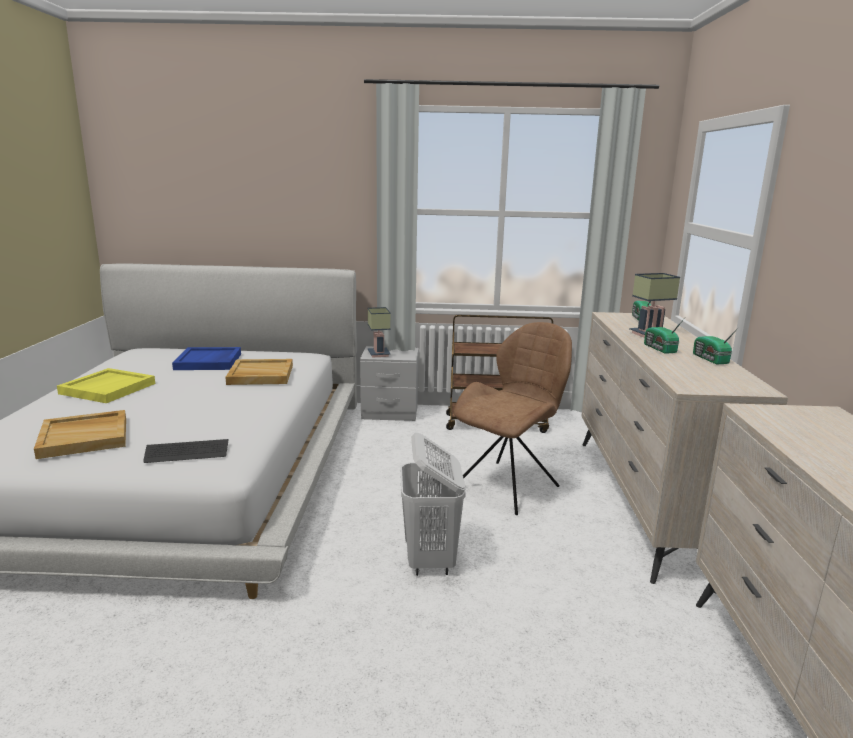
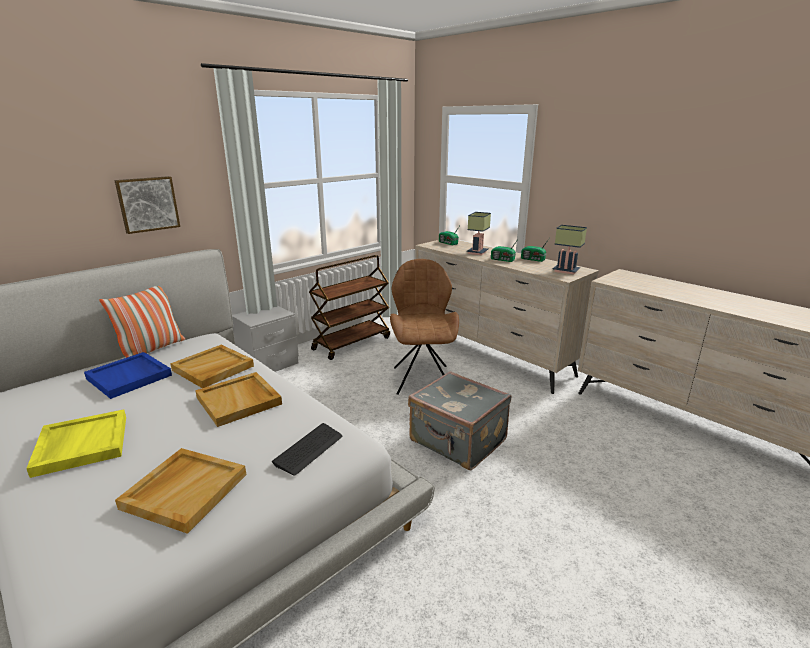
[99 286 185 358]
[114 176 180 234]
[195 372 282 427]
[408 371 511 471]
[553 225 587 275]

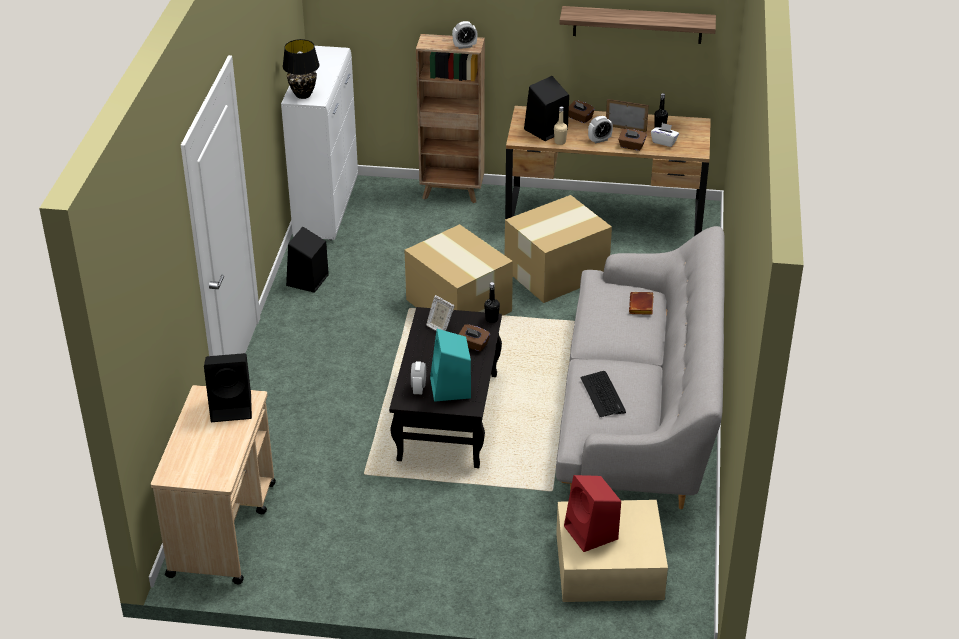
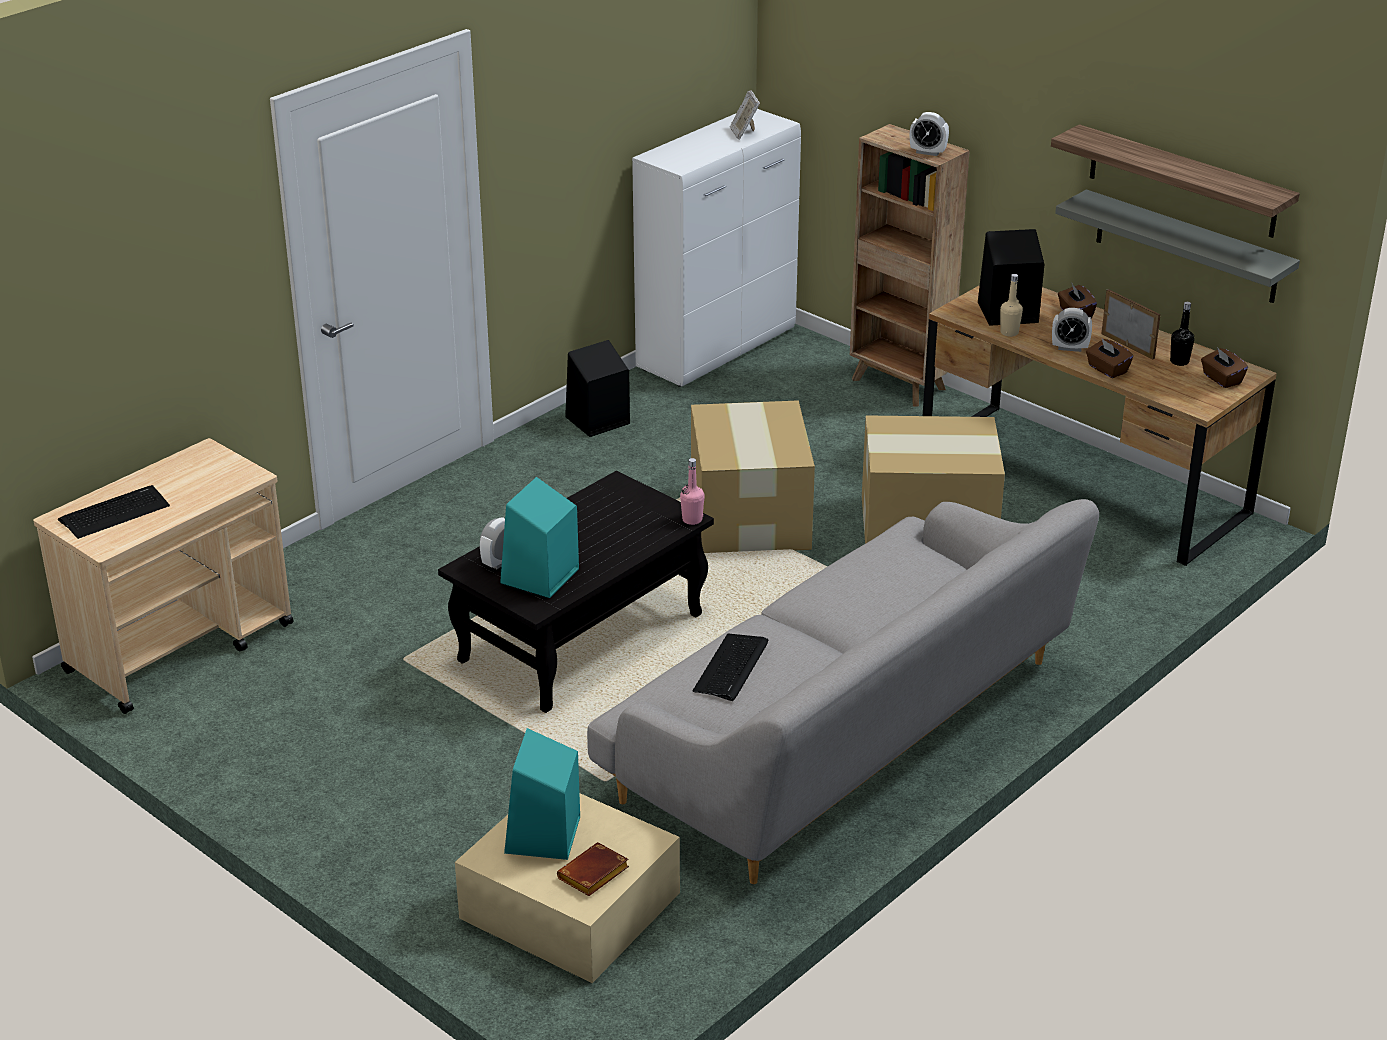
[58 485 170 539]
[504 728 580 860]
[557 842 629 896]
[680 458 705 525]
[730 90 760 140]
[1055 189 1300 303]
[1201 347 1248 388]
[204 353 252 422] (first image)
[283 39 319 99] (first image)
[651 123 679 147] (first image)

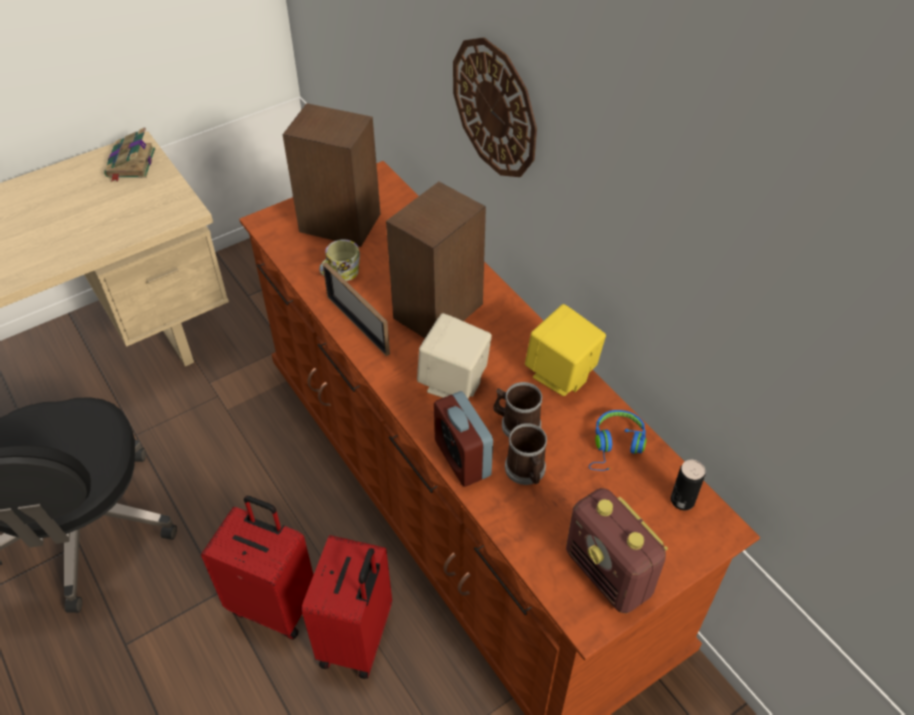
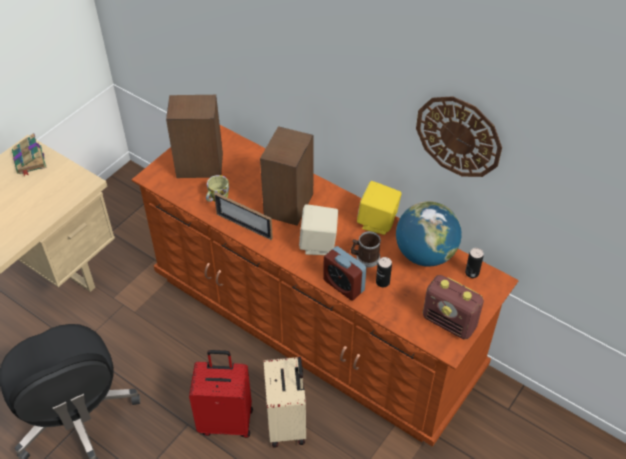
[264 357 306 448]
[376 257 392 287]
[396 201 462 267]
[416 96 502 177]

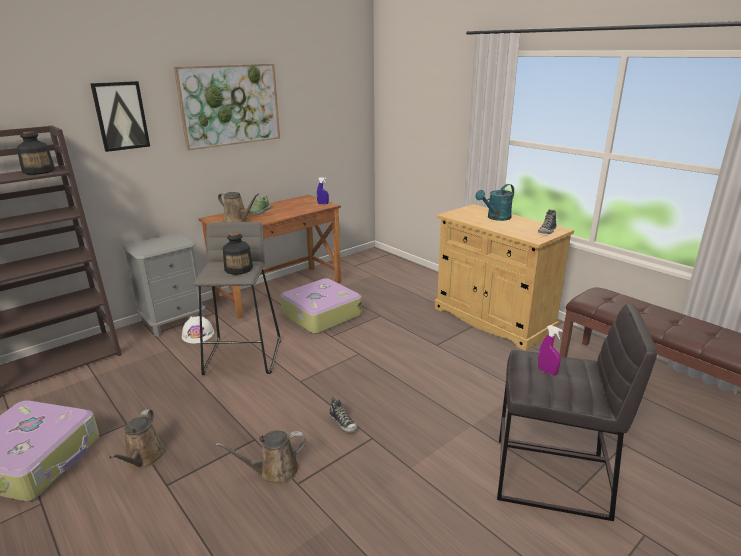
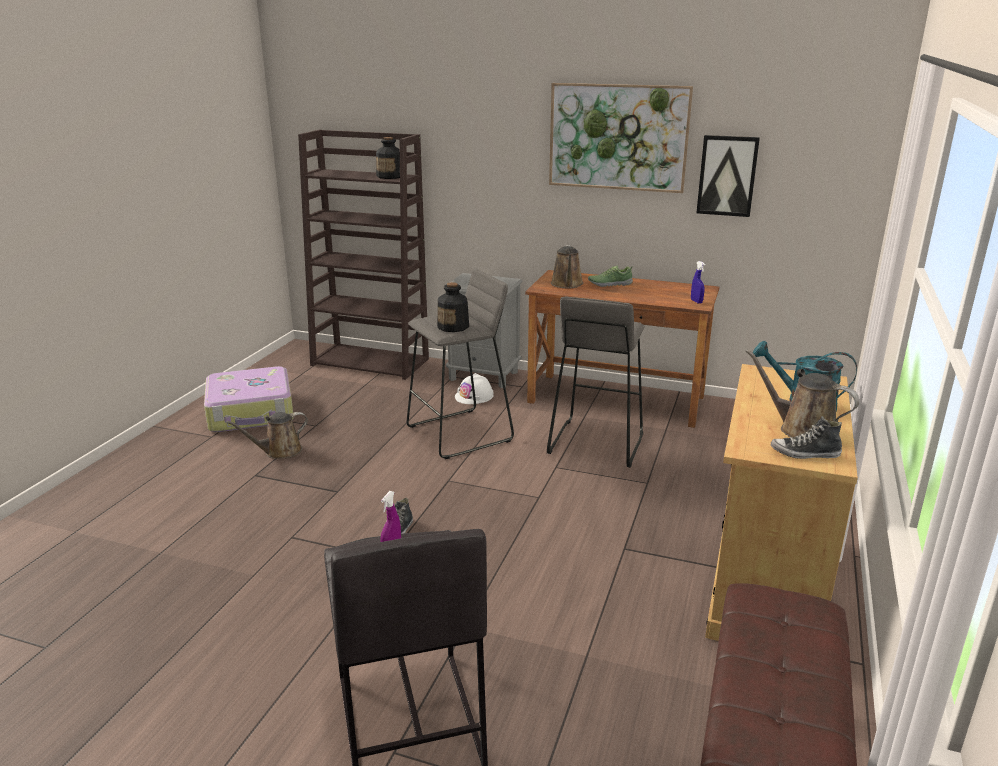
[547 296 645 467]
[696 135 760 217]
[746 349 859 437]

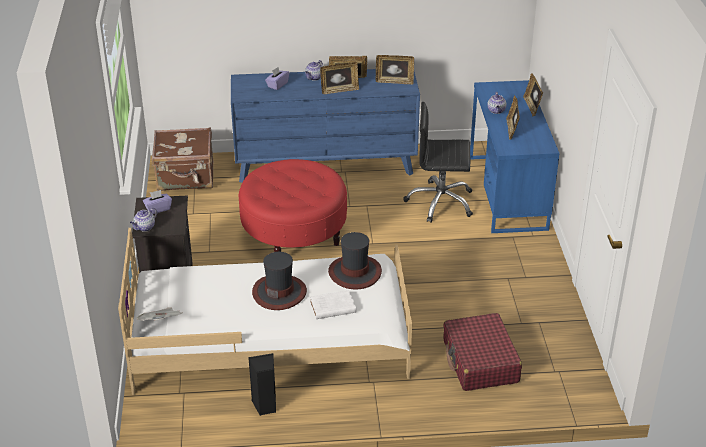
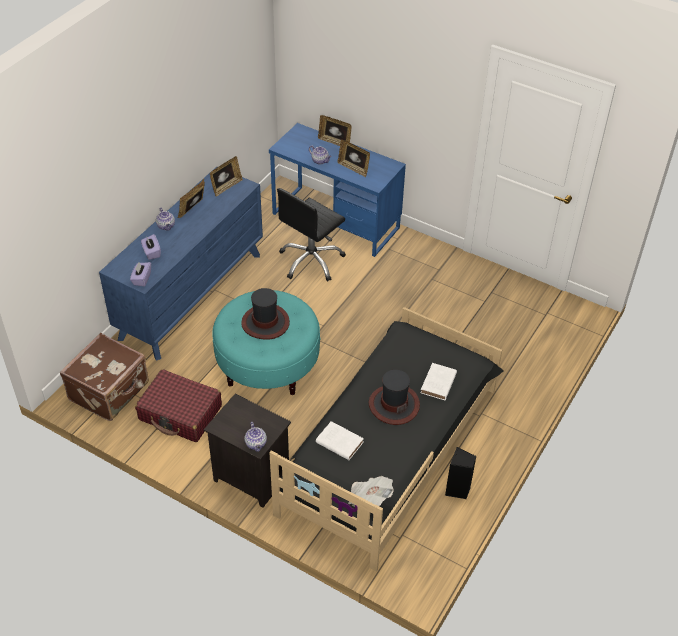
[130 262 151 287]
[135 369 222 442]
[212 290 321 395]
[241 288 290 340]
[269 307 504 572]
[316 421 364 460]
[320 62 359 94] (first image)

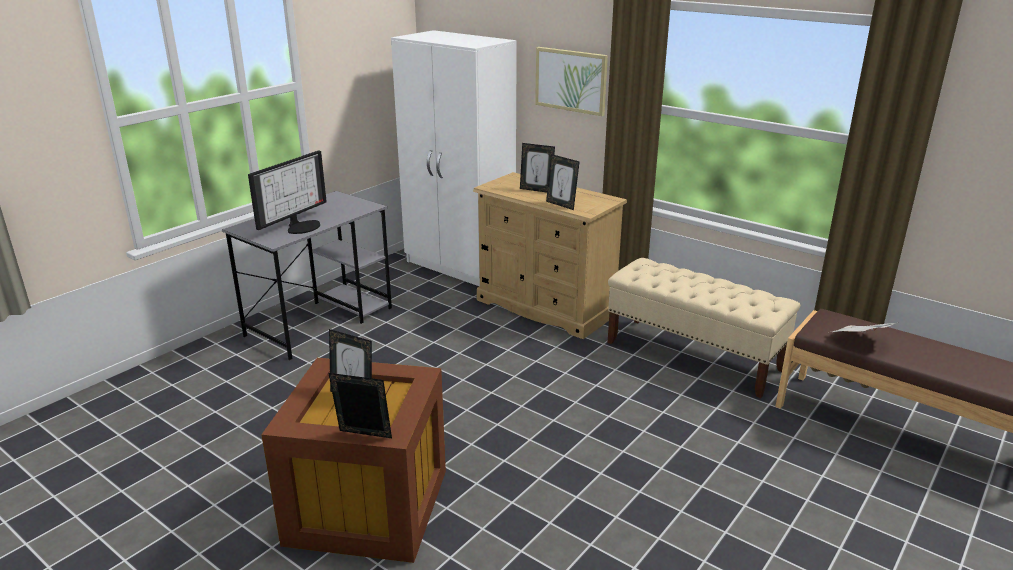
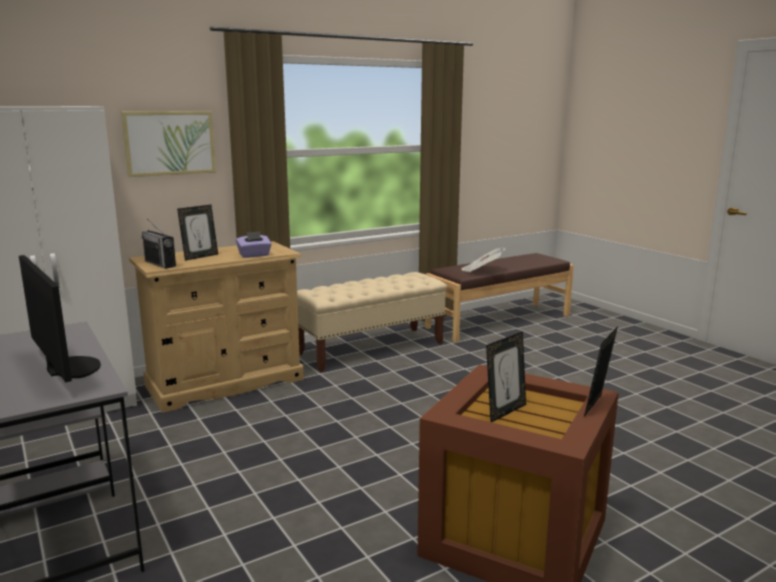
[142 219 176 269]
[236 231 272 258]

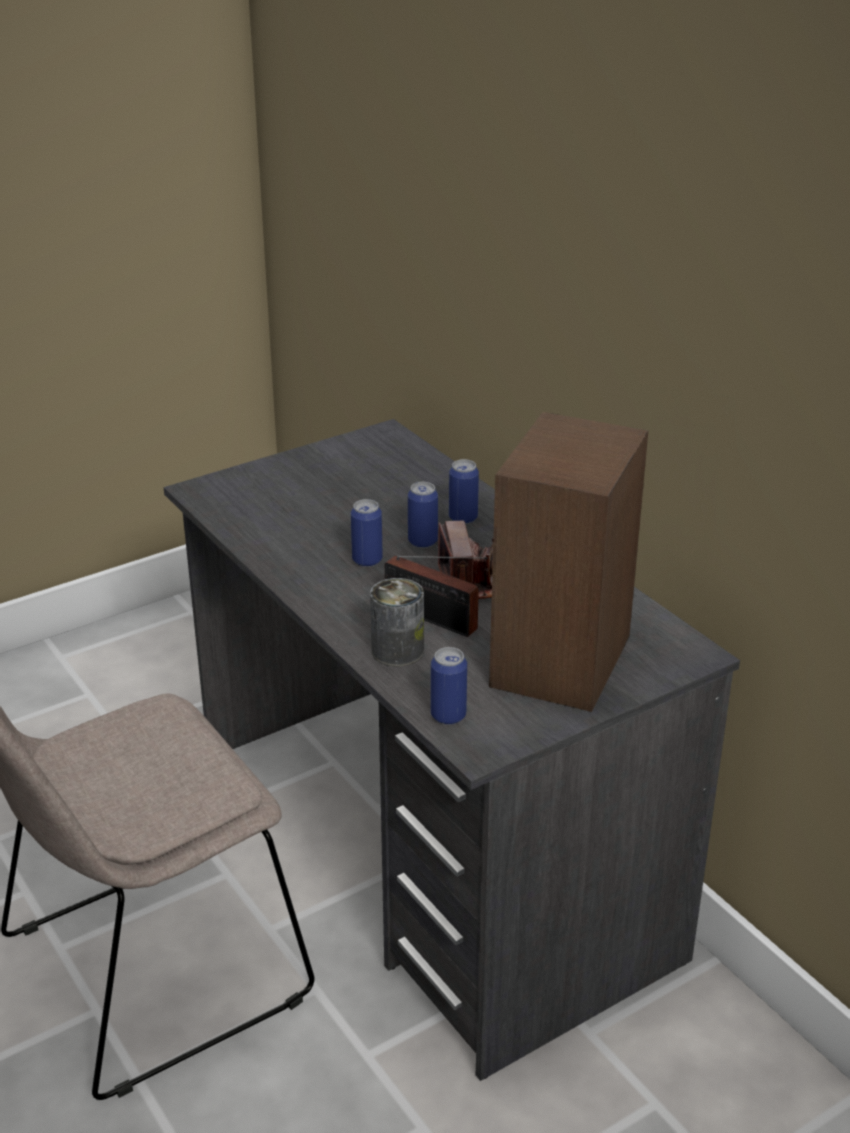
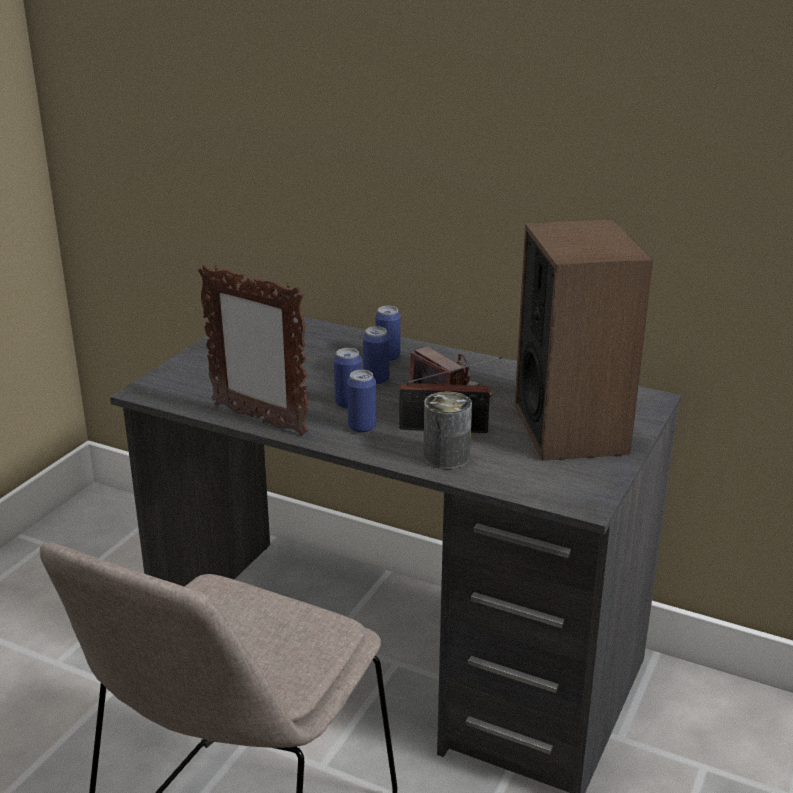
[198 264 309 436]
[347 370 376 433]

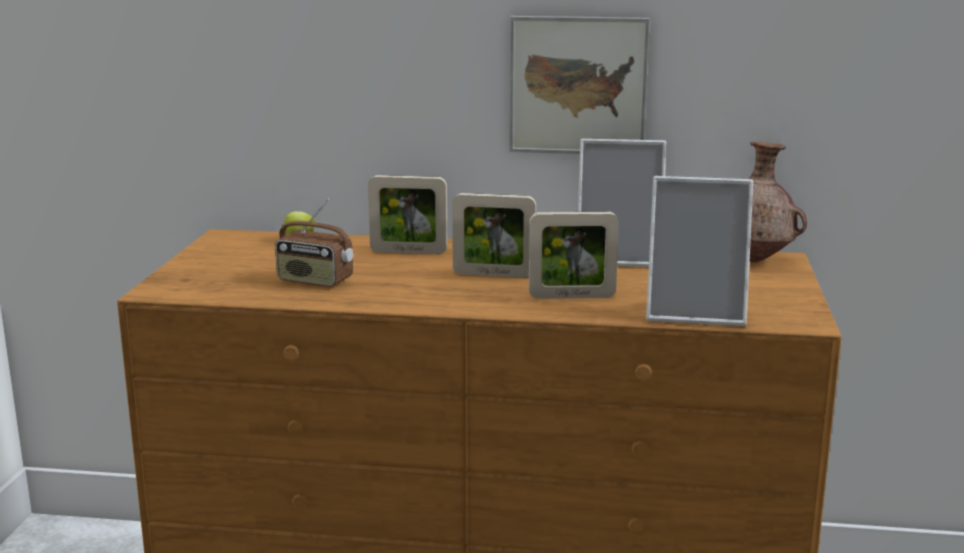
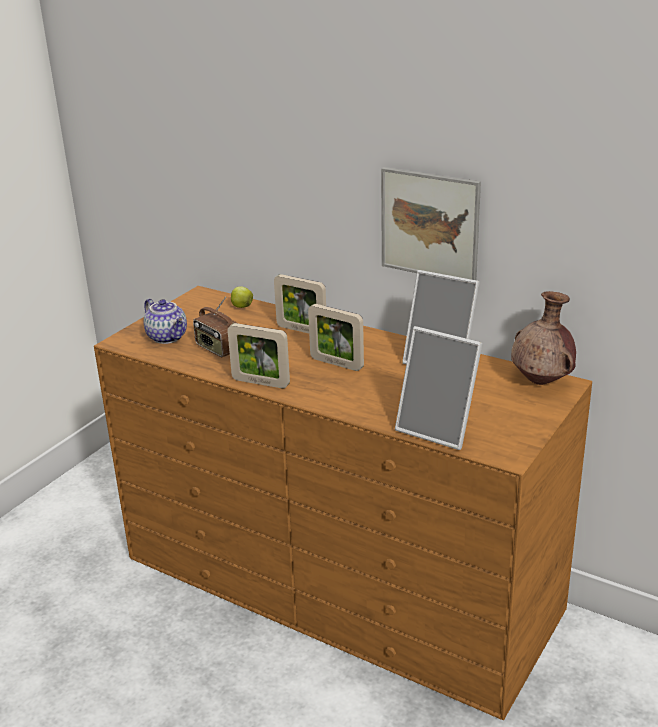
[144 299 187 344]
[227 323 290 388]

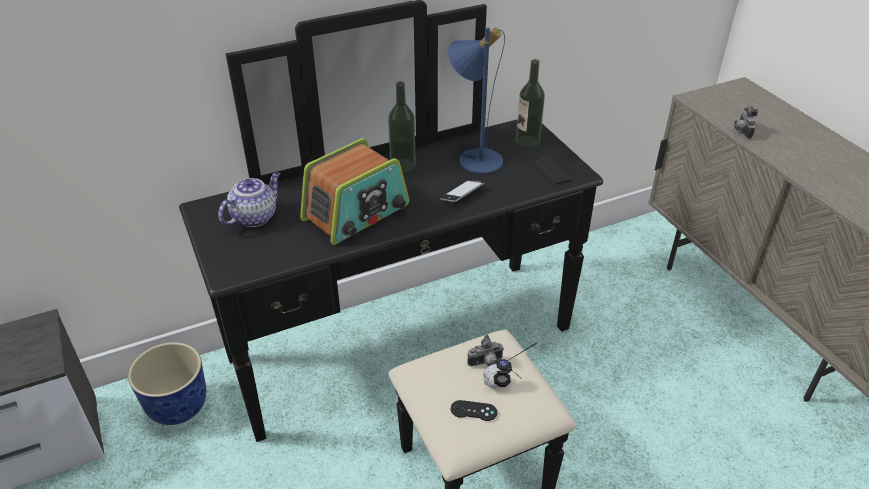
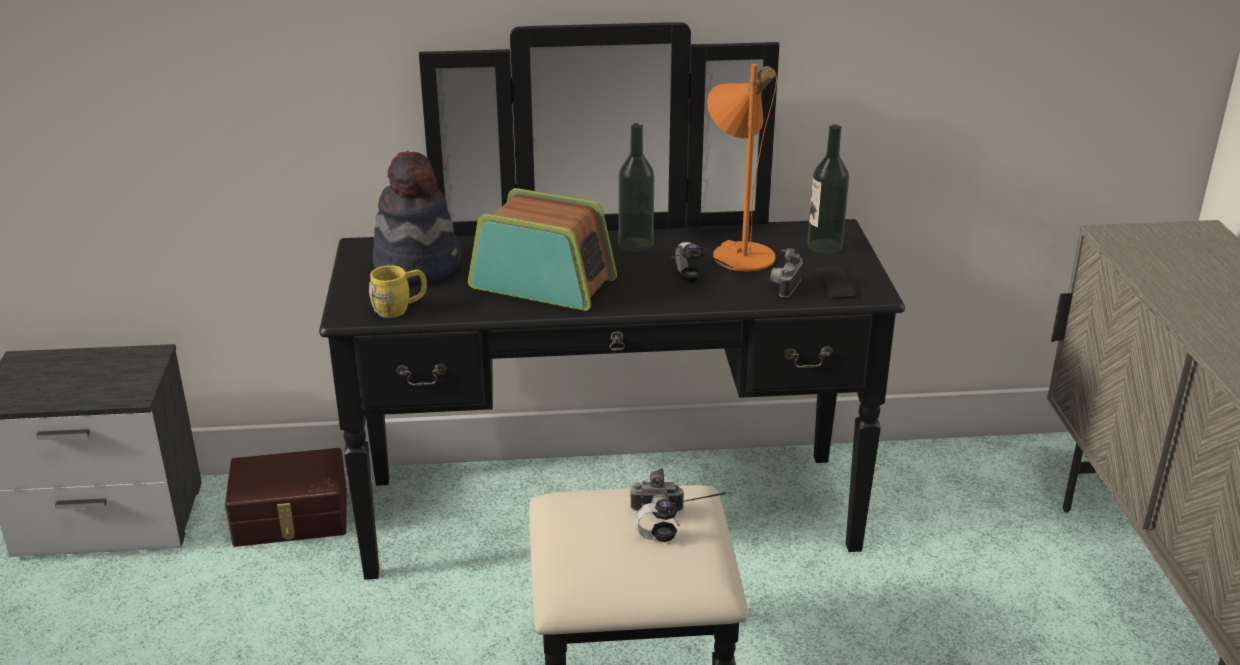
[225 448 347 547]
[369 265 427 318]
[373 151 461 285]
[468 188 617 311]
[671 242 734 283]
[707 64 777 271]
[770 248 803 298]
[451 400 497 421] (first image)

